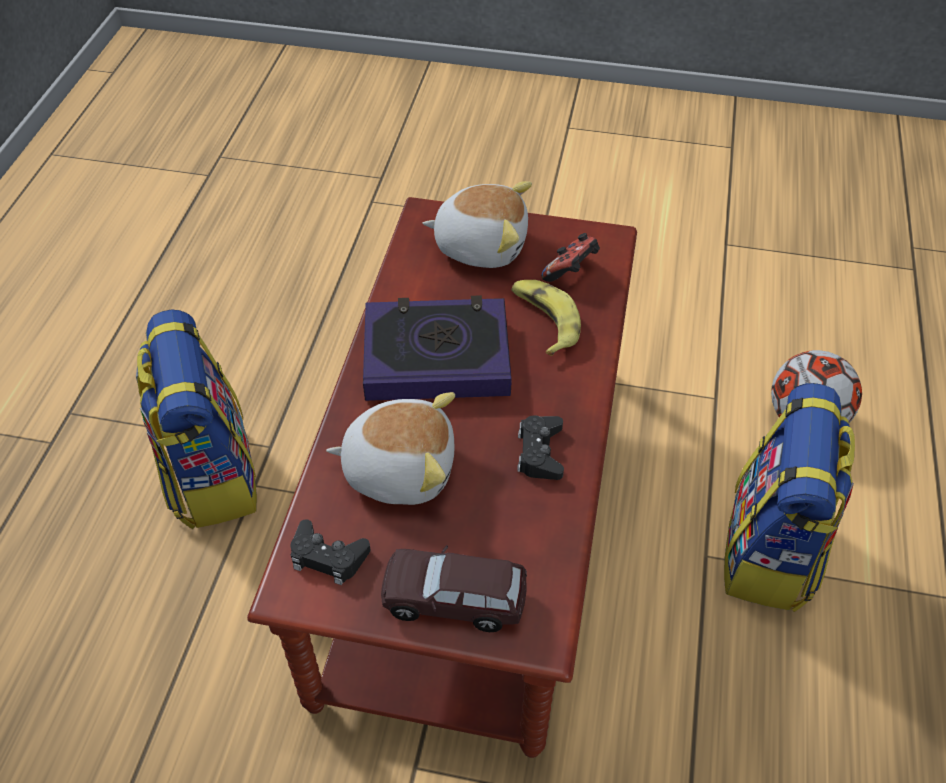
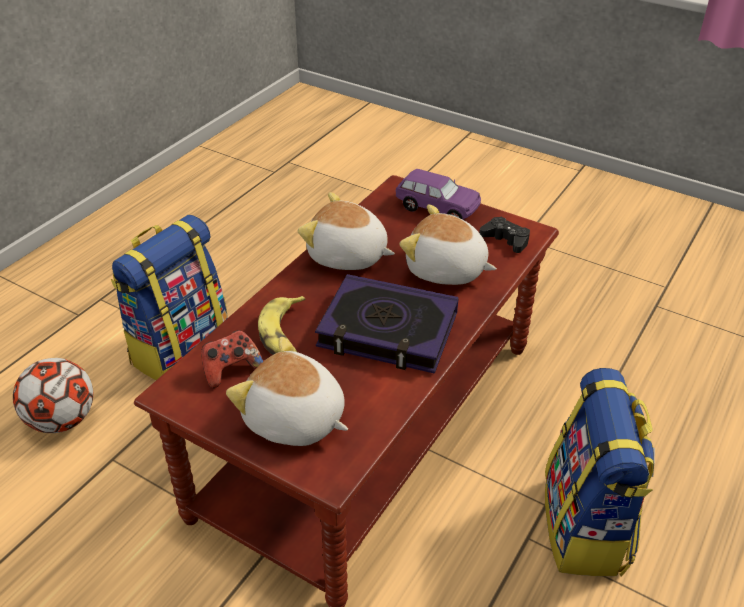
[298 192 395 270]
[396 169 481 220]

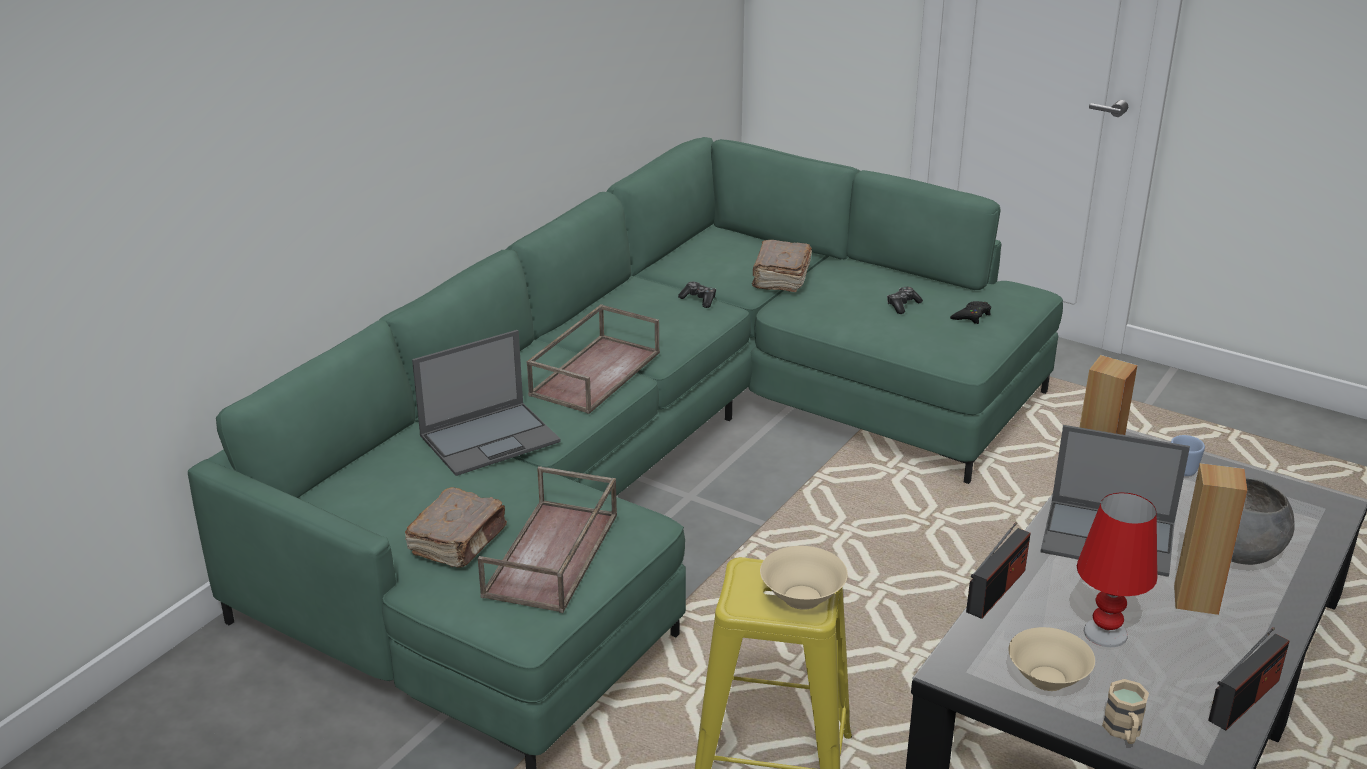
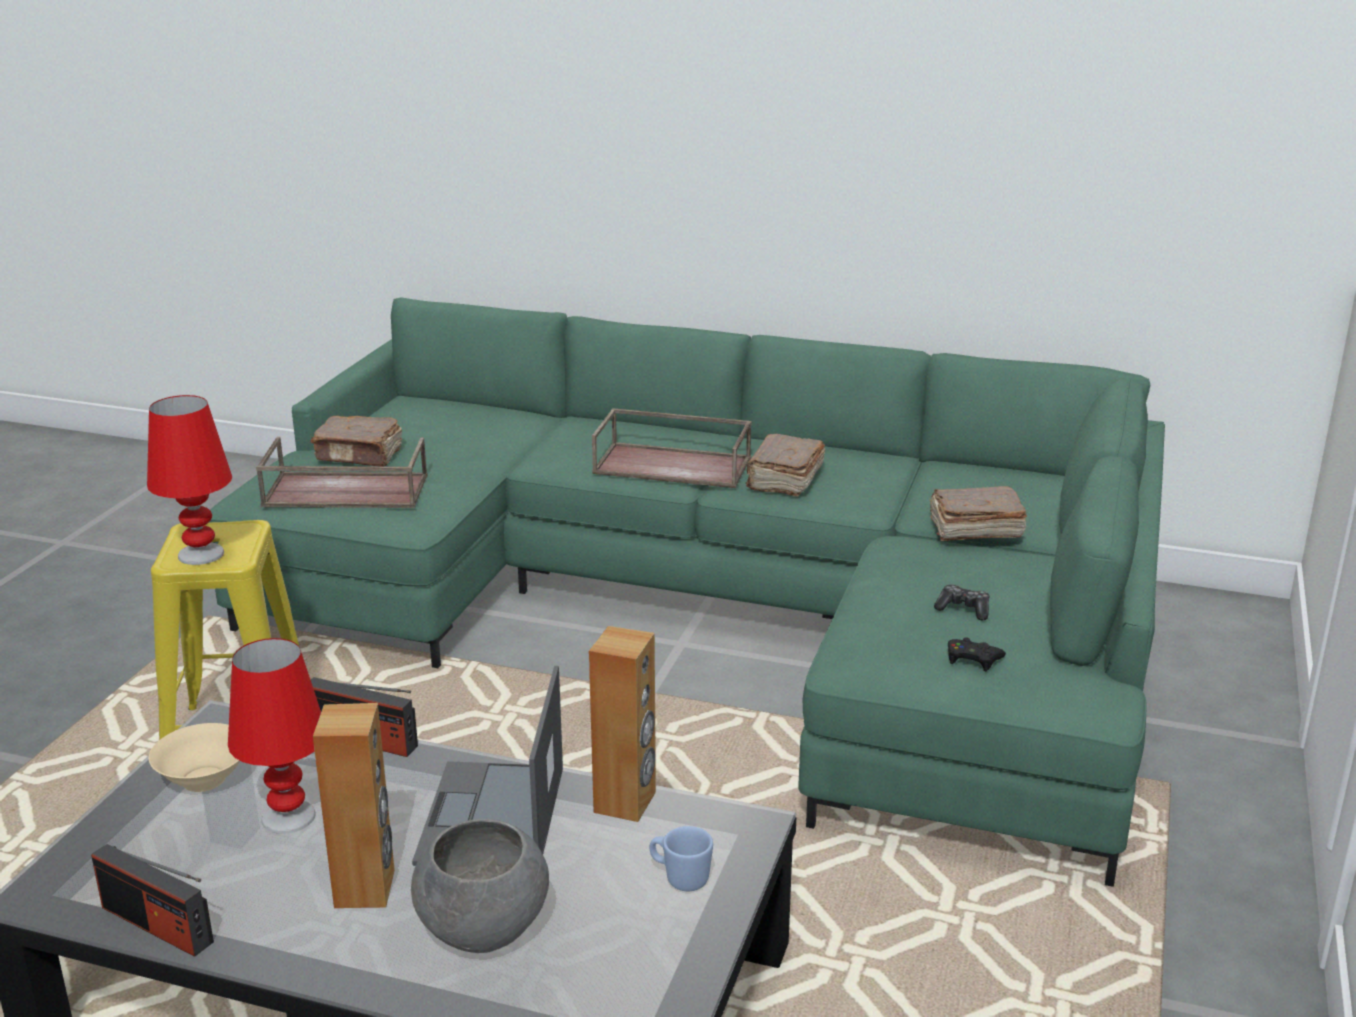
[147 395 232 565]
[746 434 825 497]
[412 330 561 476] (first image)
[678 282 716 308] (first image)
[1102 679 1149 744] (first image)

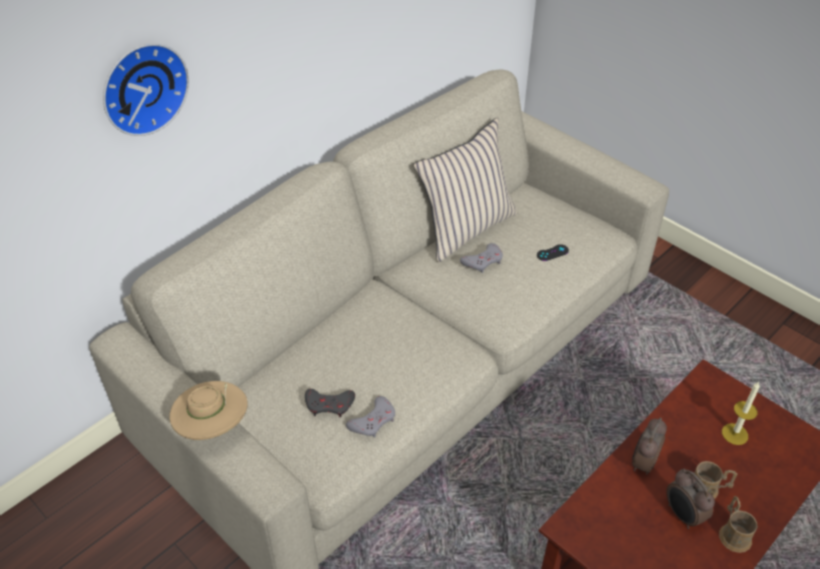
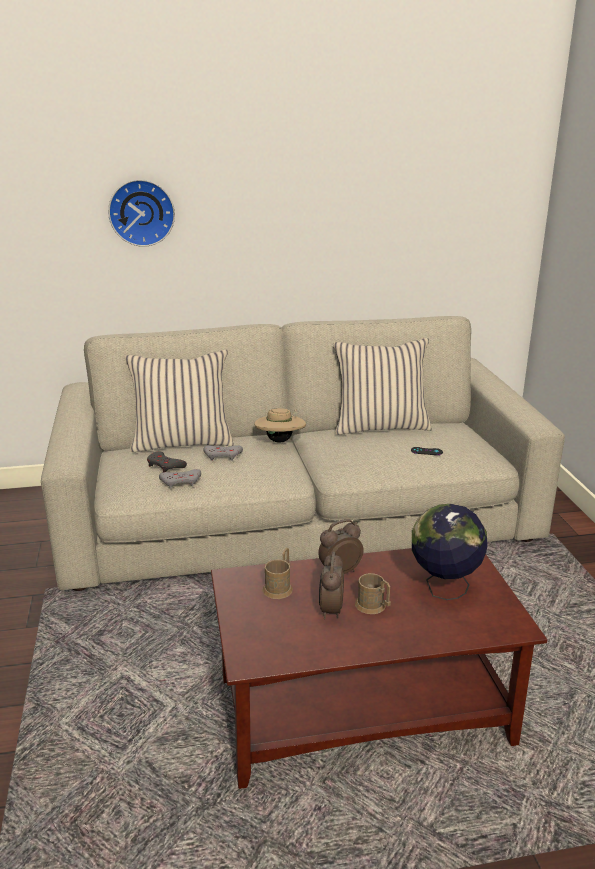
[125 350 234 452]
[203 445 243 461]
[254 408 306 443]
[263 548 293 599]
[412 504 488 600]

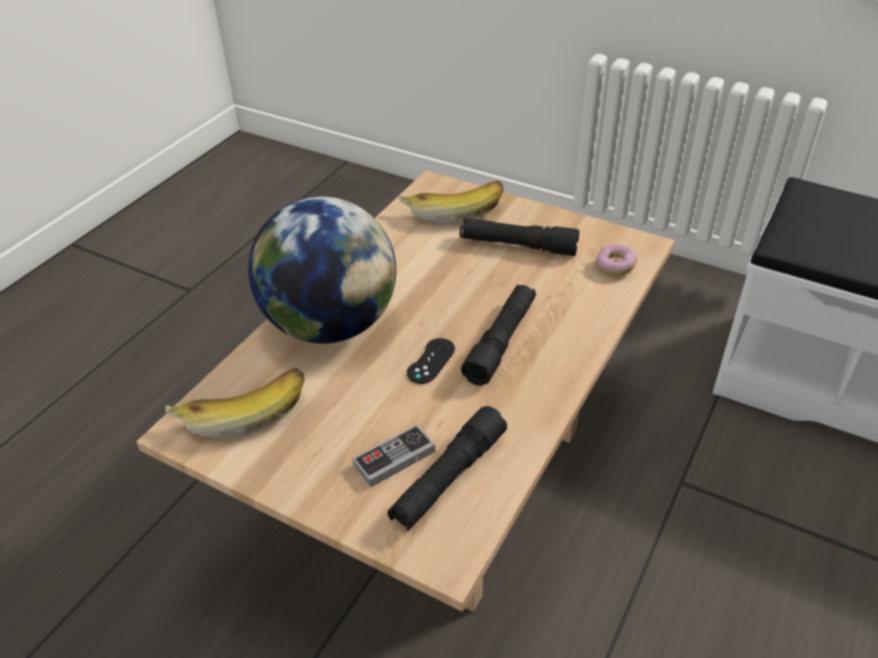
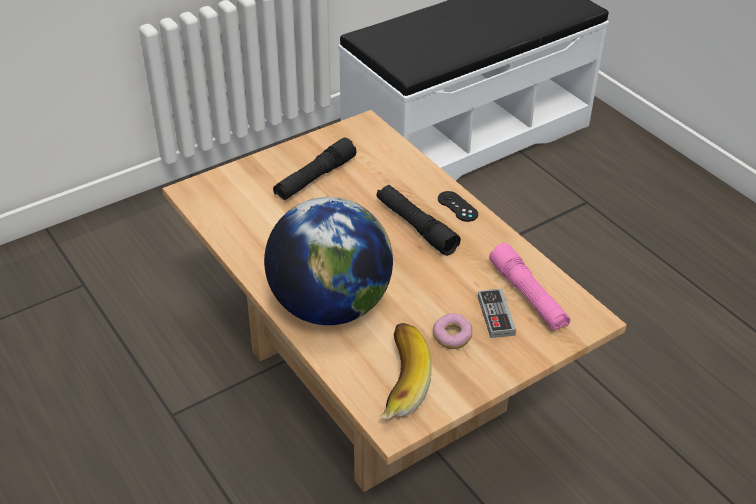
[433 313 472 349]
[438 191 478 222]
[489 243 570 331]
[399 181 504 223] (first image)

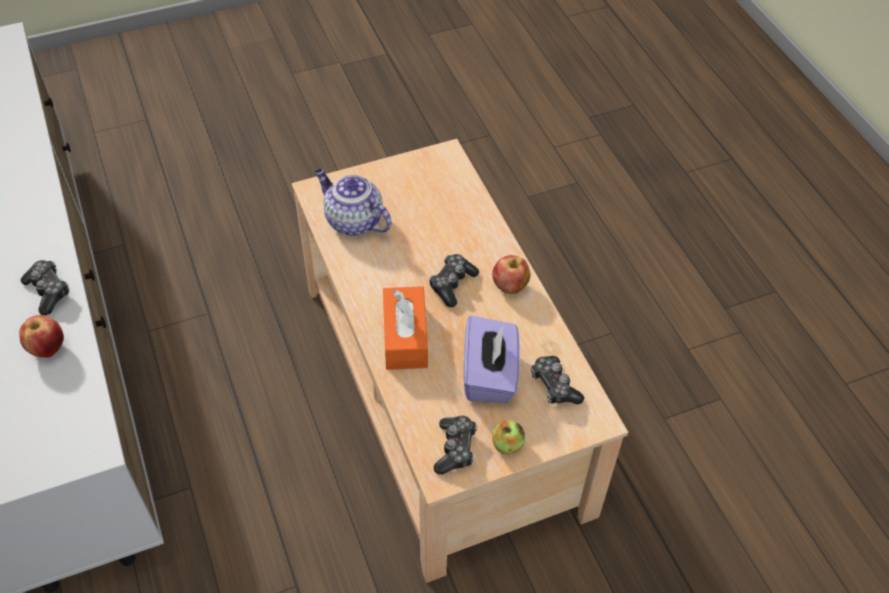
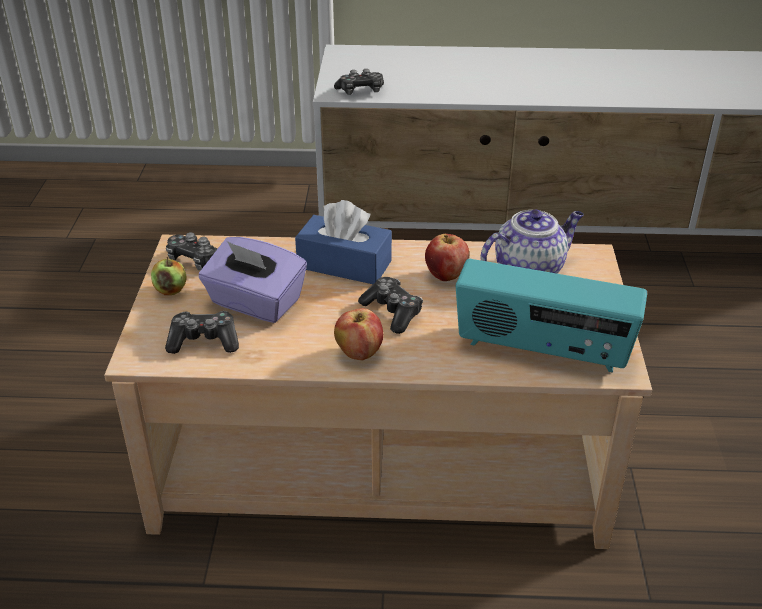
[295 200 392 284]
[334 69 384 95]
[425 234 469 281]
[456 259 647 373]

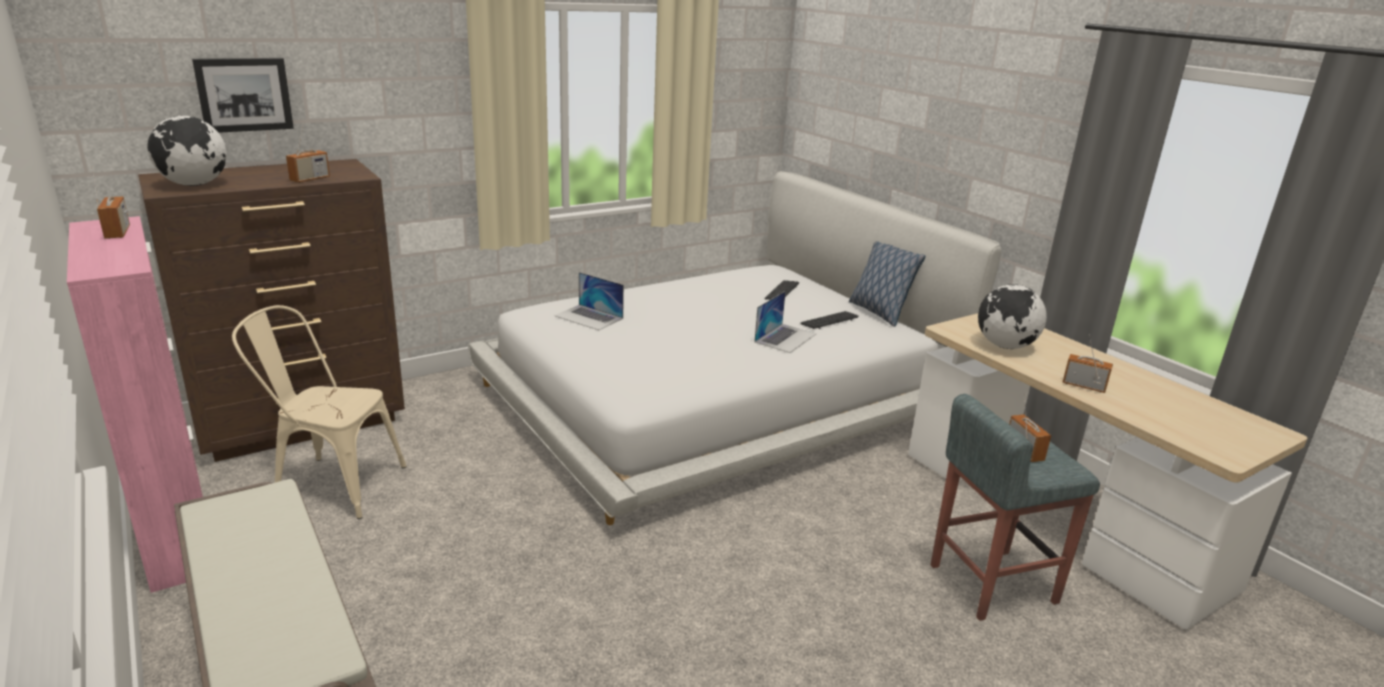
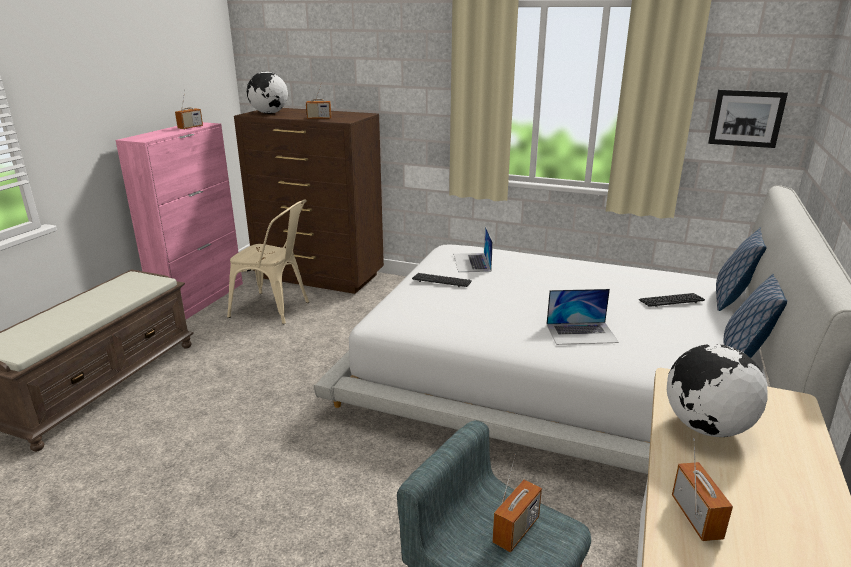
[227 199 309 324]
[412 273 472 287]
[708 89 788 148]
[716 227 767 311]

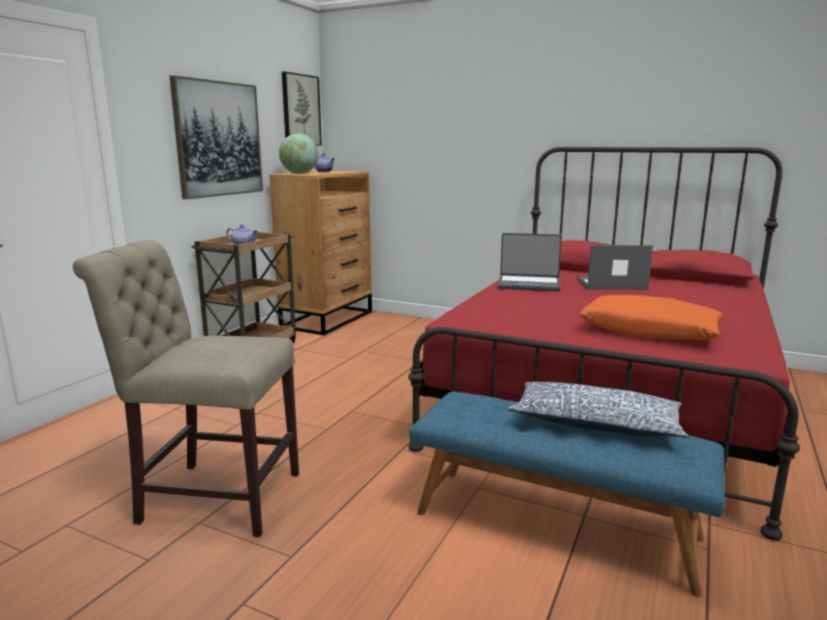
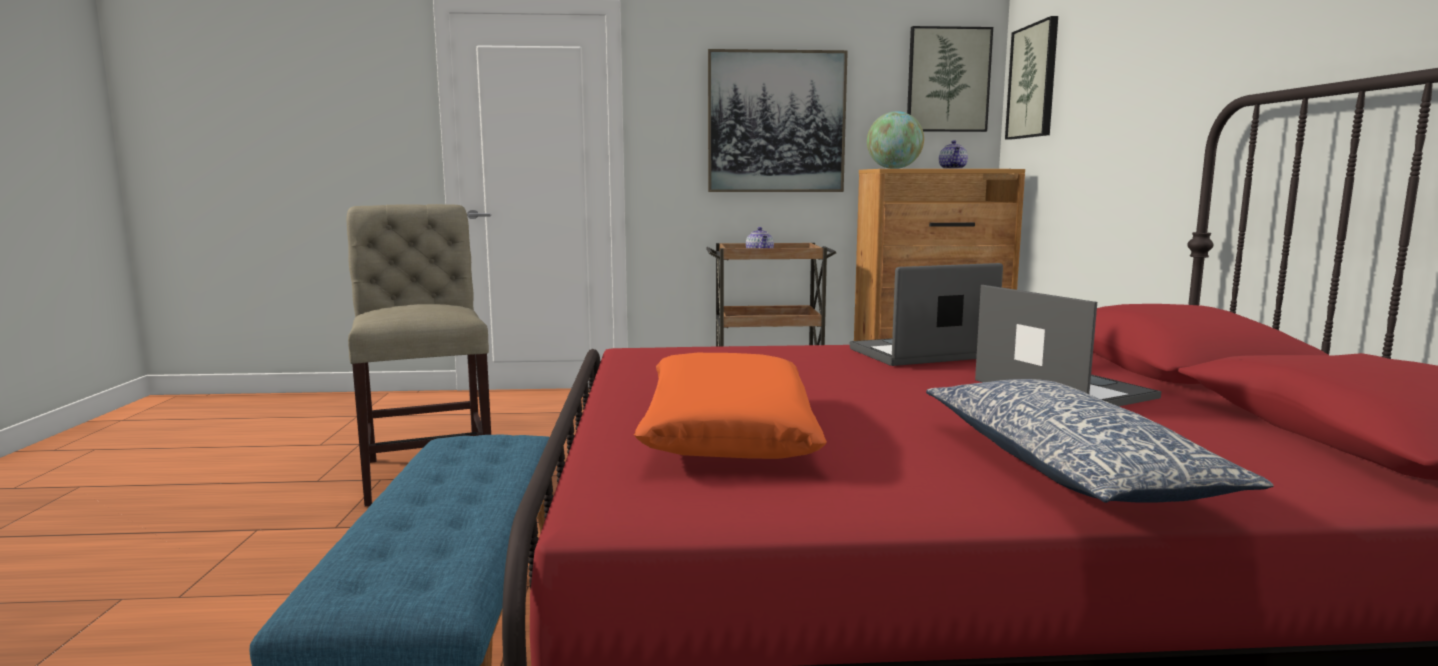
[849 263 1003 366]
[926 379 1274 503]
[1005 16 1058 140]

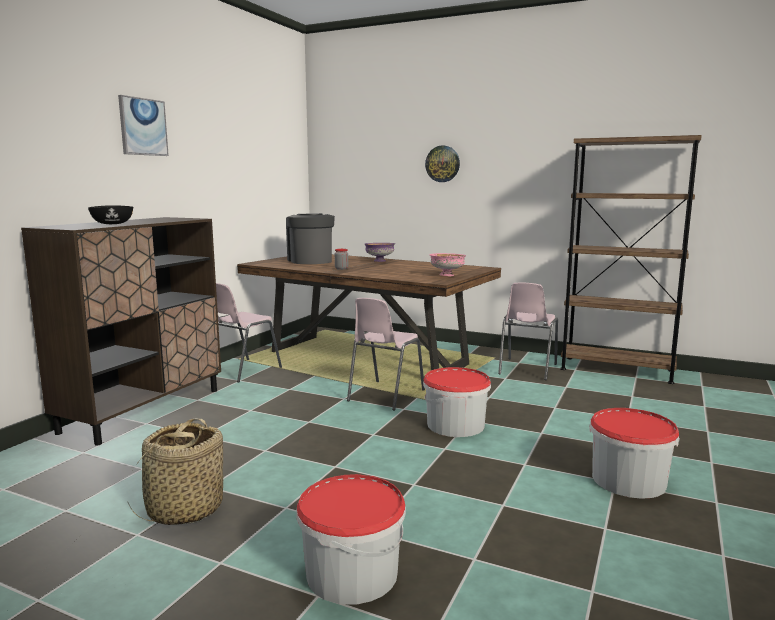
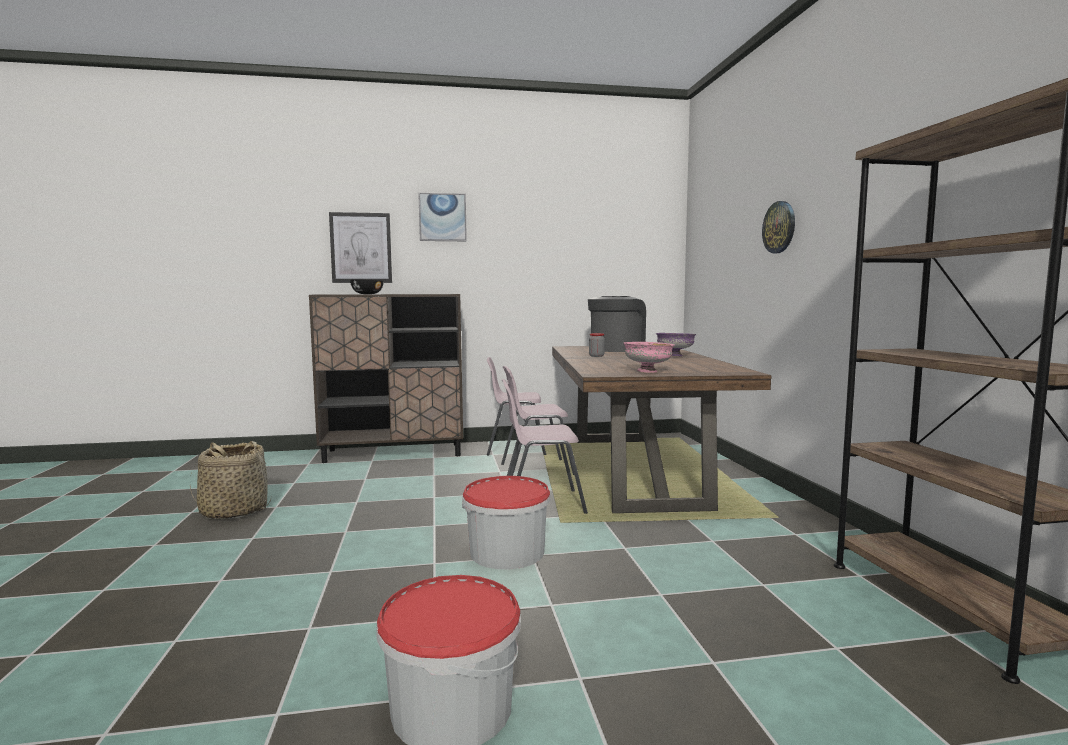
[329 212 392 283]
[501 366 574 476]
[296 474 406 605] (first image)

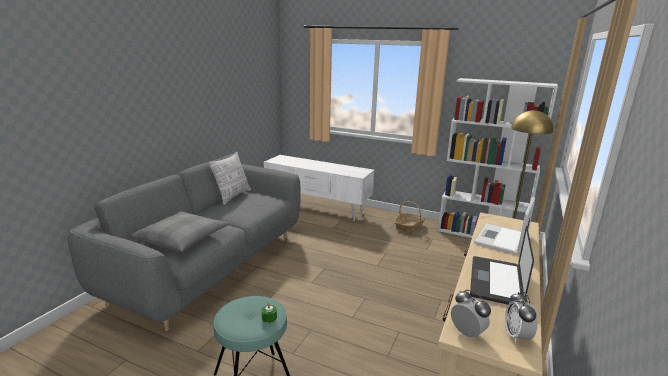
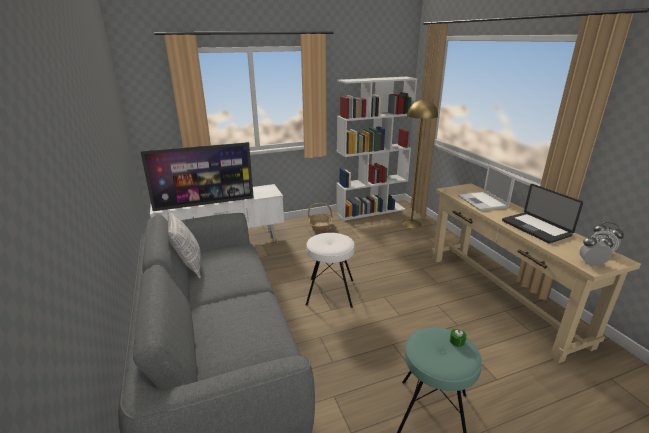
[140 142 254 211]
[306 233 355 308]
[131 211 229 252] (first image)

